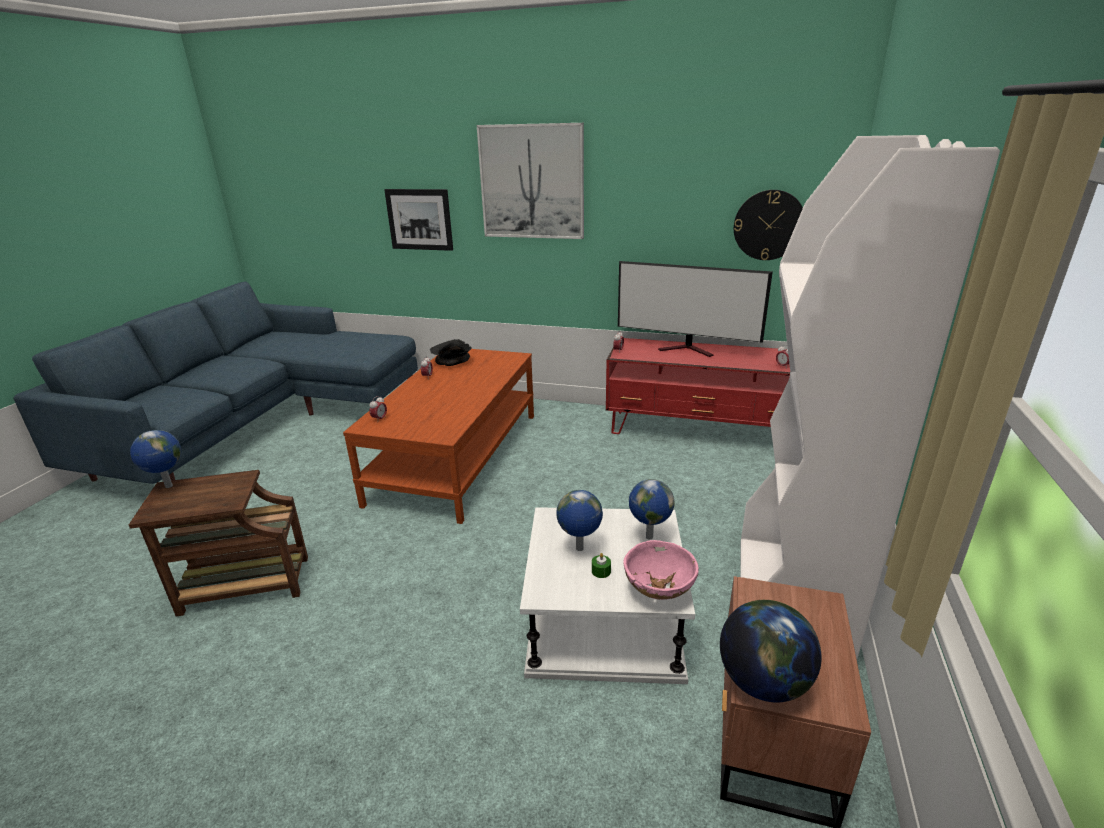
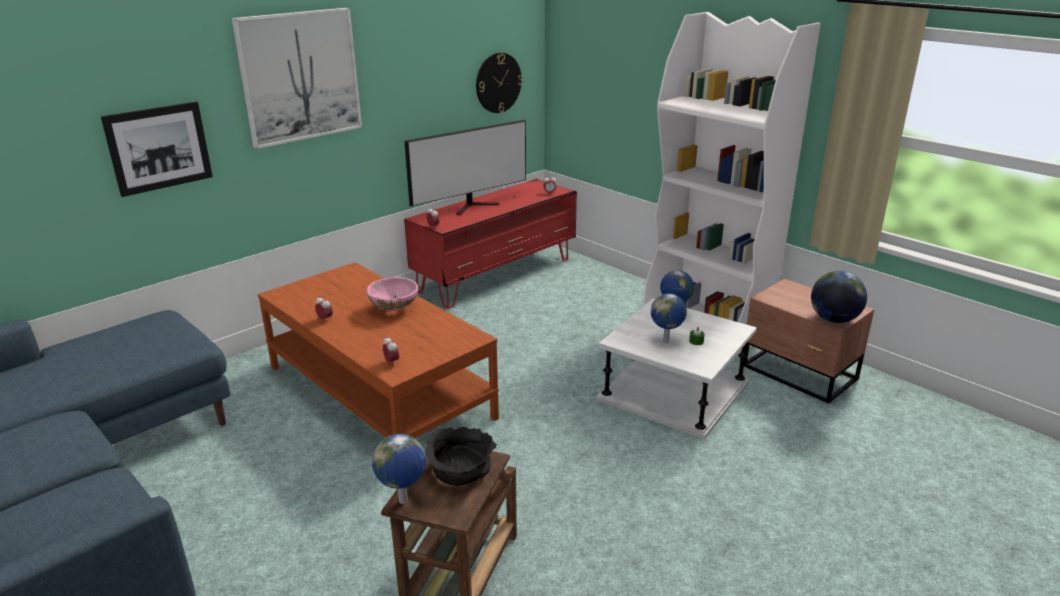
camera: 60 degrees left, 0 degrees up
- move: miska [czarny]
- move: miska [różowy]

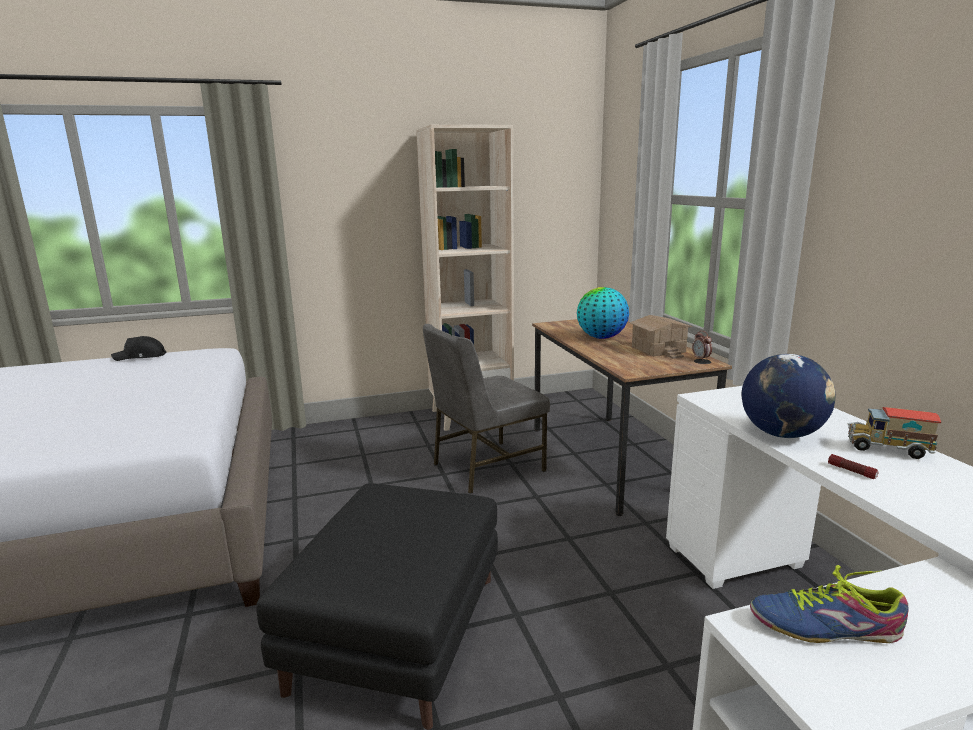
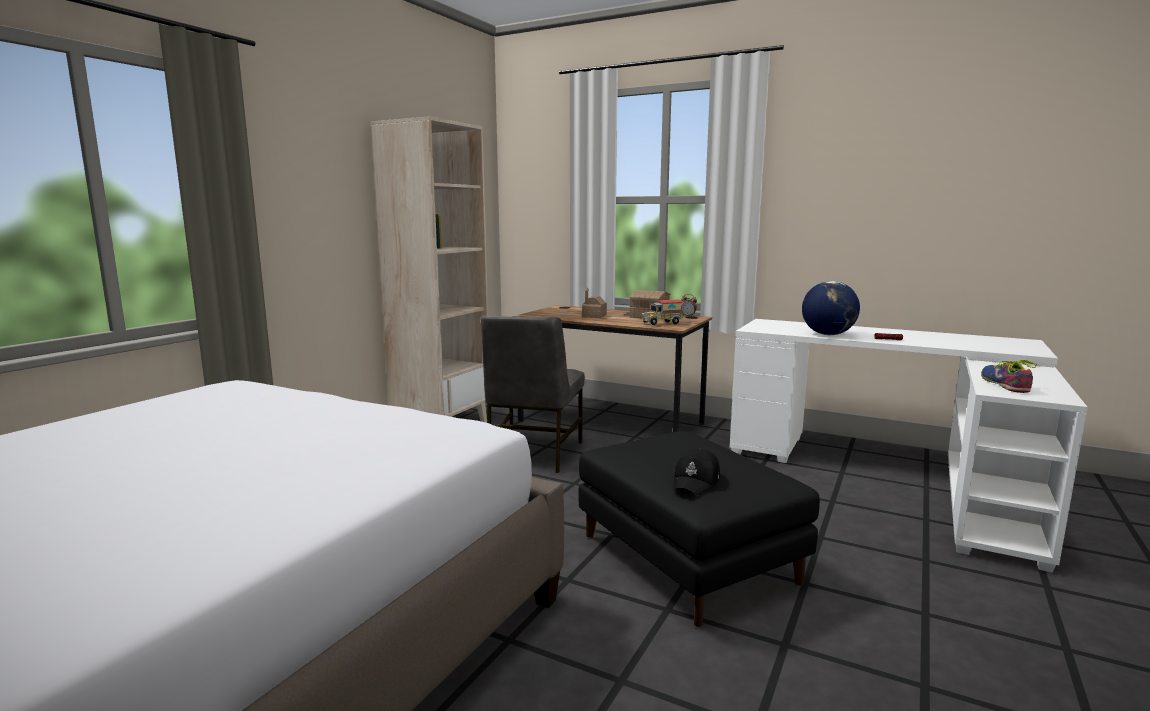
camera: 45 degrees left, 5 degrees down
- replace: globus (1st from left) to domek (1st from left)
- move: czapka z daszkiem [czarny]
- move: ciężarówka zabawkowa
- rotate: but 135 degrees clockwise

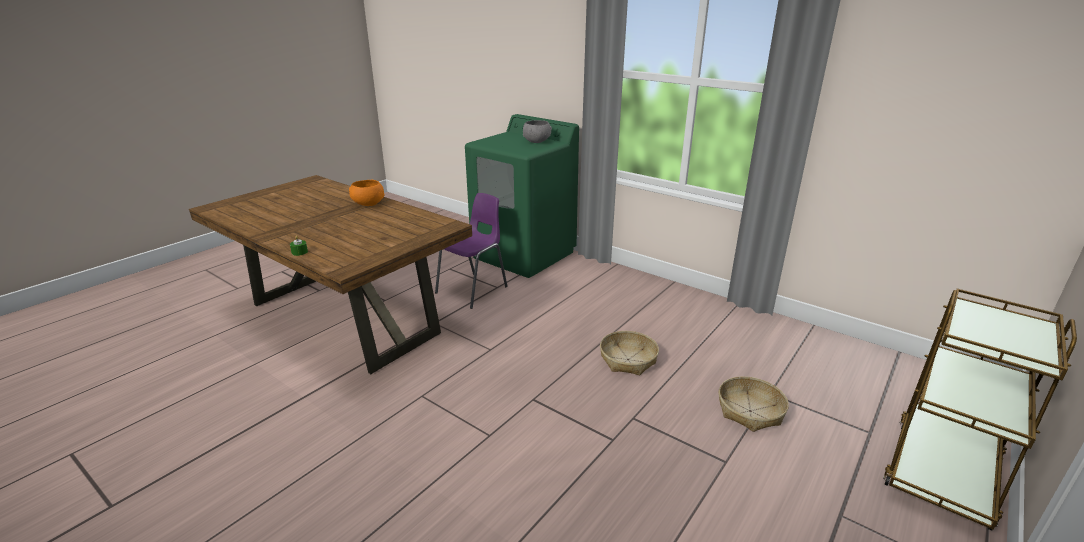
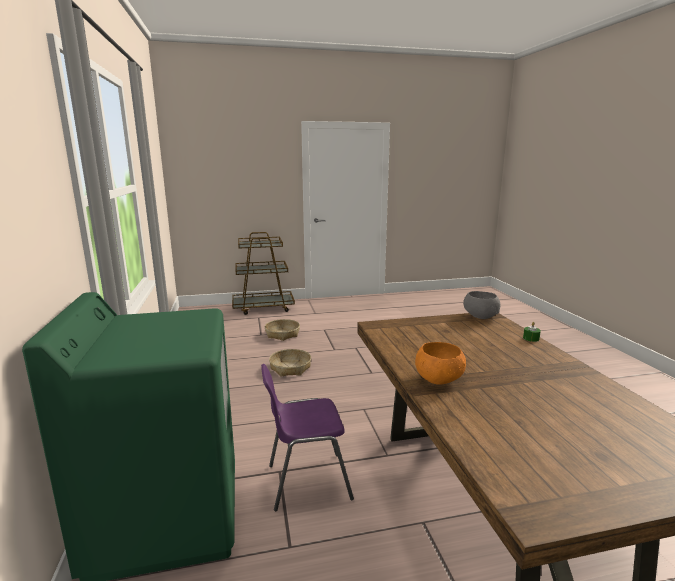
camera: 140 degrees left, 10 degrees down
- move: miska [szary]

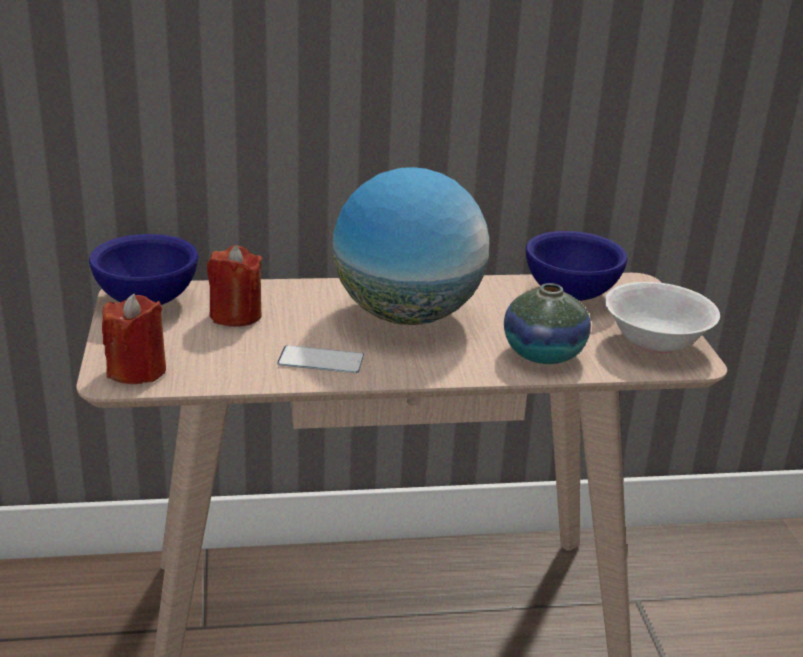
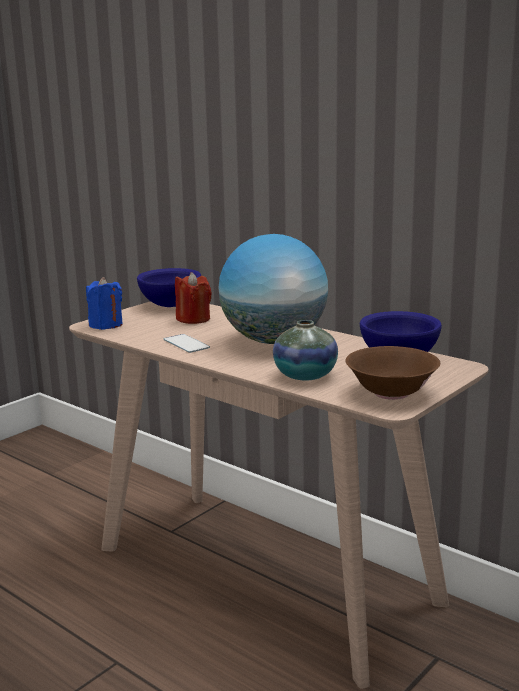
camera: 50 degrees right, 10 degrees down
- recolor: miska [biały] to miska [brązowy]
- recolor: świeca [czerwony] (1st from left) to świeca [niebieski]

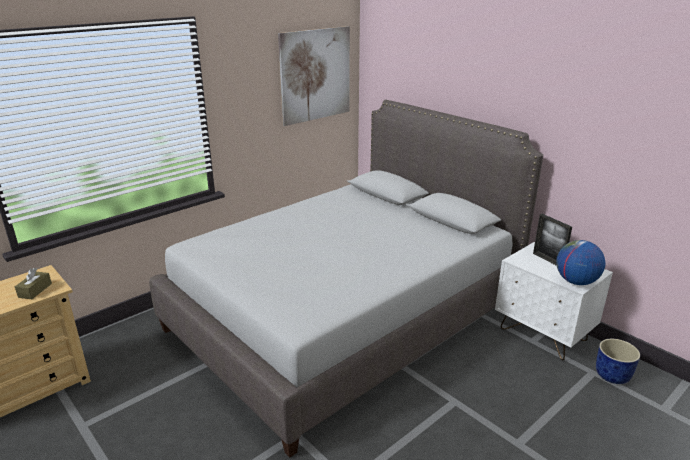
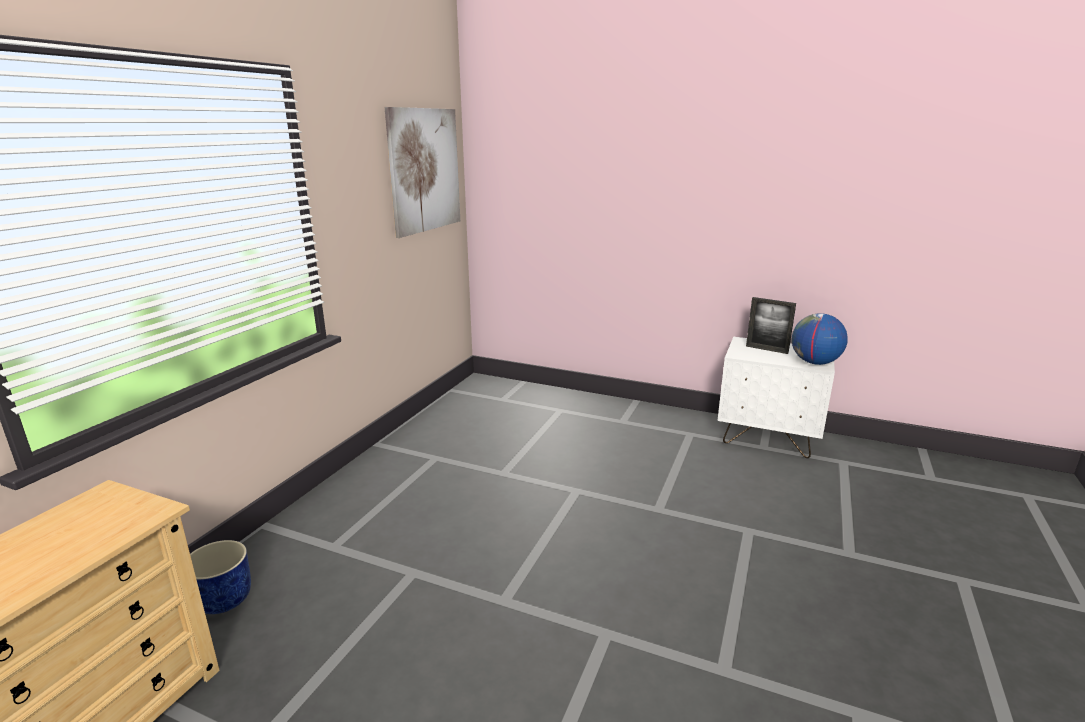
camera: 25 degrees left, 5 degrees down
- delete: łóżko [szary]
- delete: pudełko chusteczek [brązowy]
- move: donica [niebieski]

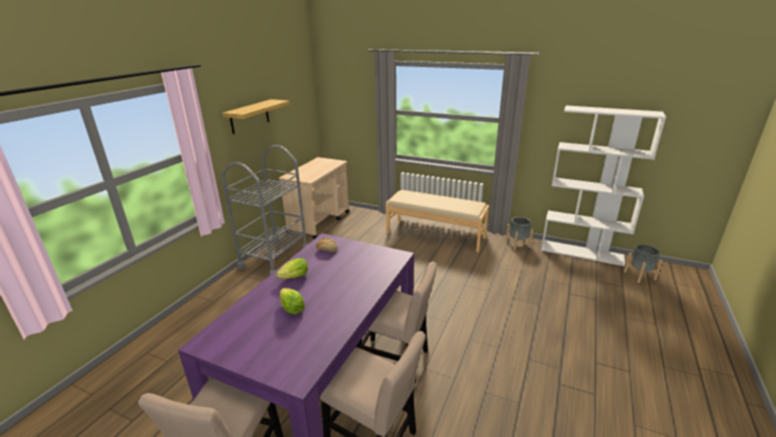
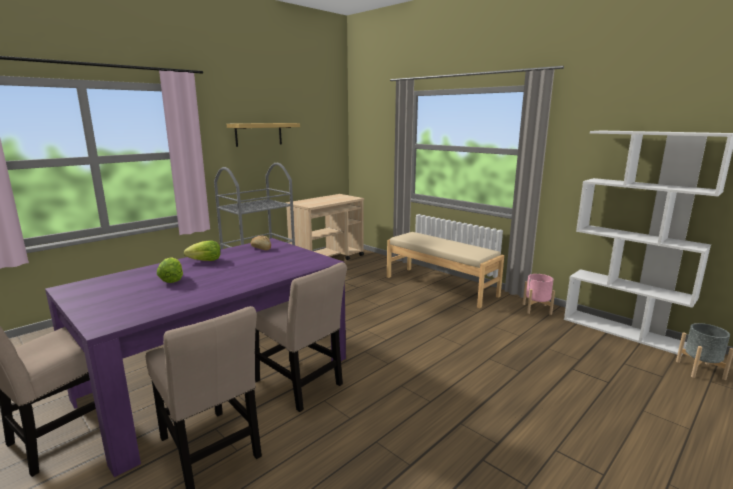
camera: 20 degrees right, 10 degrees down
- recolor: donica [szary] (1st from left) to donica [różowy]

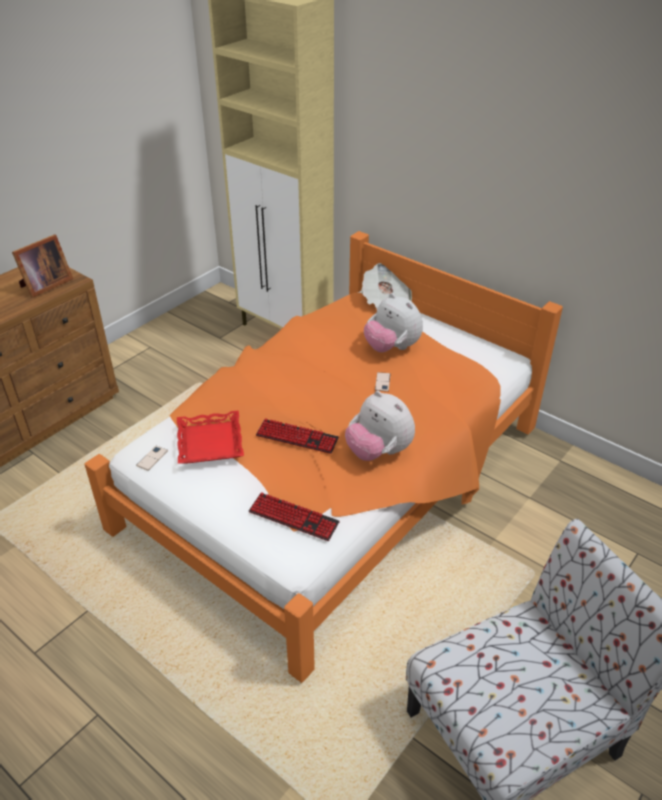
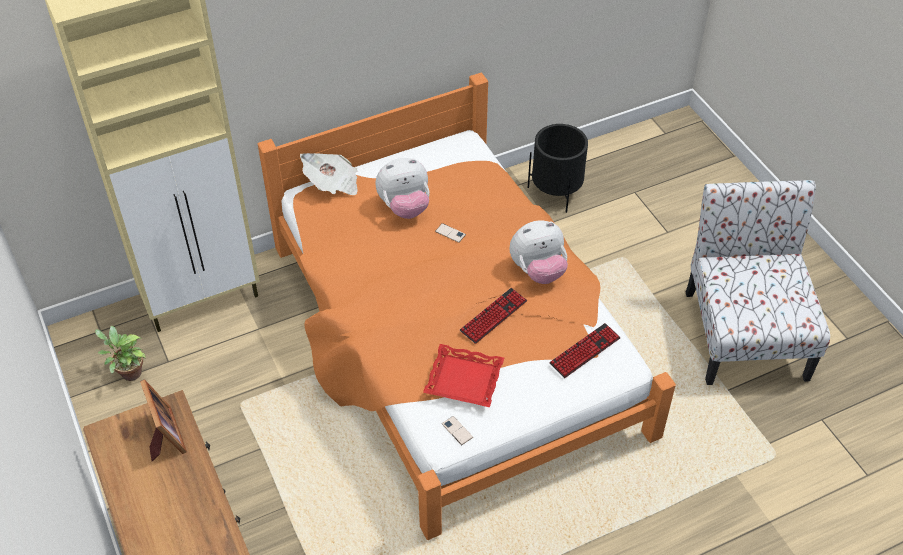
camera: 65 degrees left, 10 degrees up
- insert: donica [czarny]
- insert: roślina doniczkowa

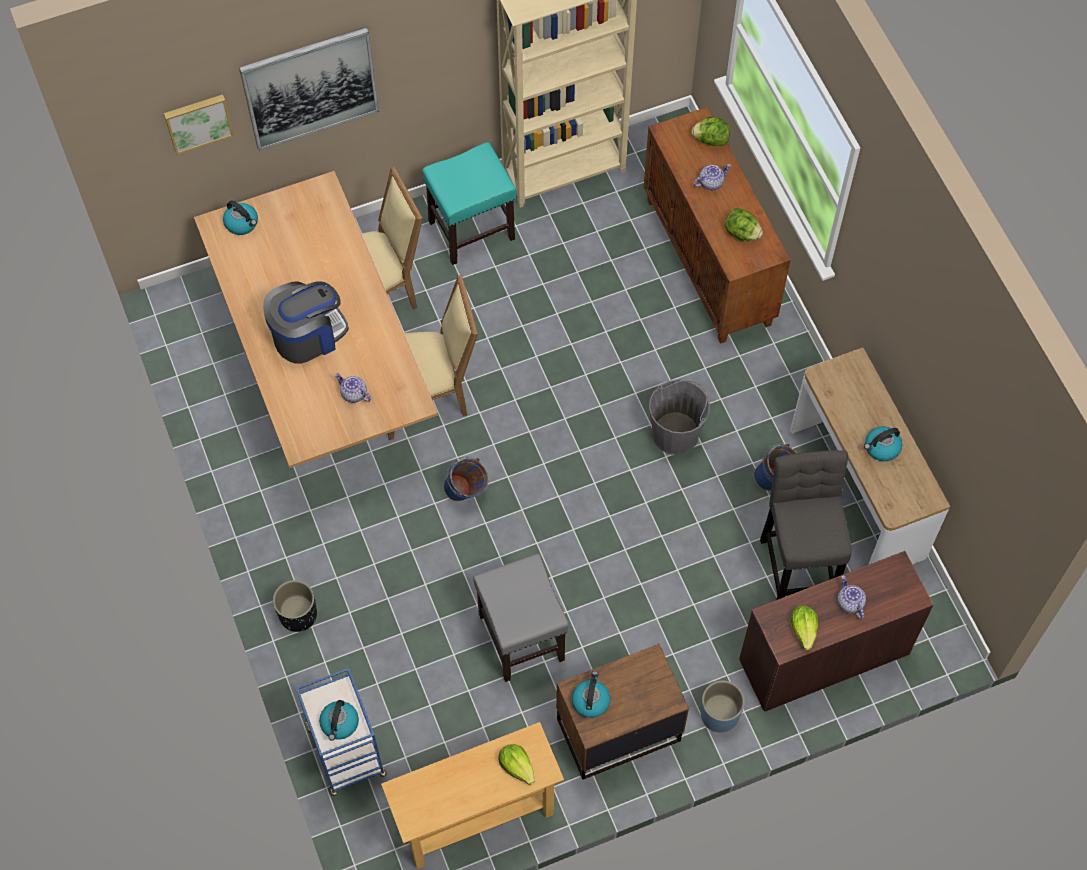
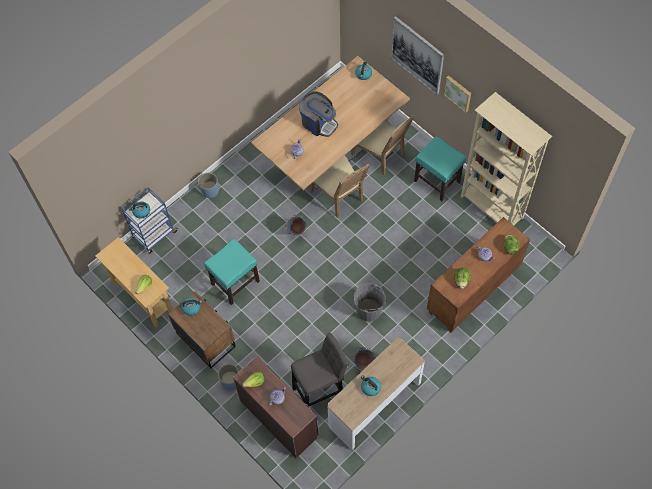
camera: 70 degrees right, 0 degrees up
- move: obraz (1st from left in the first image) to obraz (2nd from left)
- recolor: stołek [szary] (1st from left) to stołek [turkusowy] (1st from left)
- recolor: donica [czarny] to donica [niebieski] (1st from left)

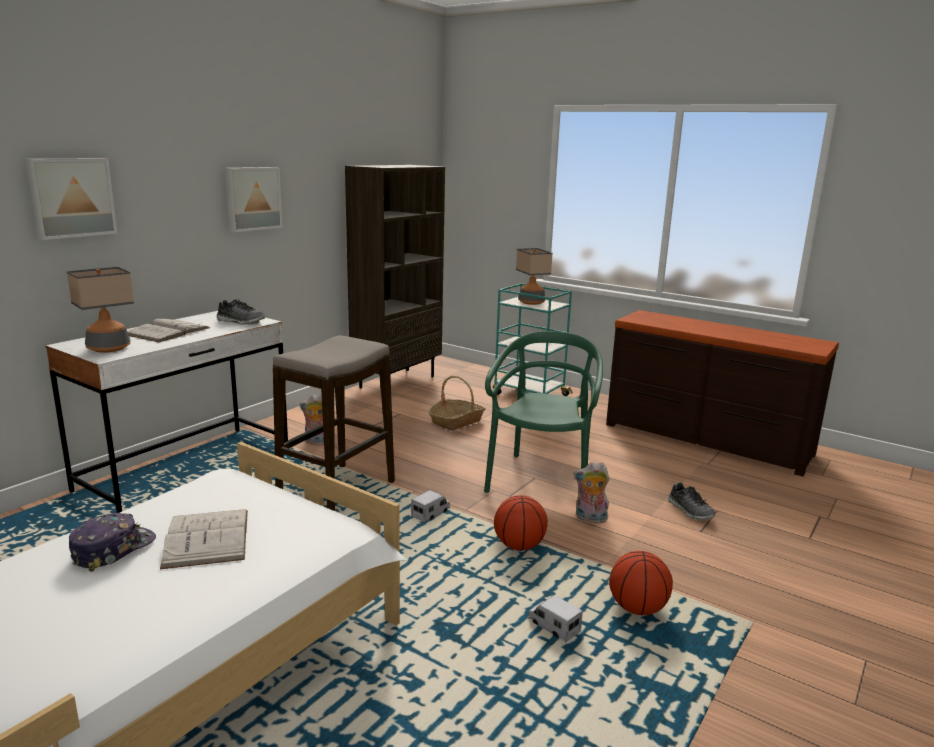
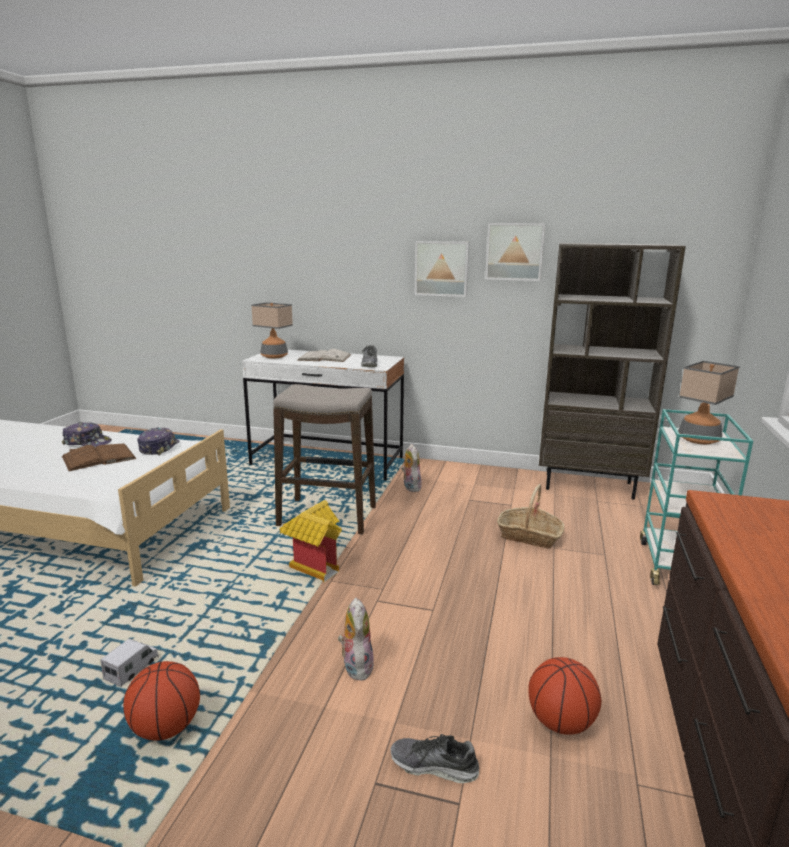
camera: 70 degrees right, 0 degrees up
- move: obraz (1st from left in the first image) to obraz (2nd from left)
- delete: krzesło [zielony]
- rotate: but (2nd from left) 60 degrees clockwise
- replace: ciężarówka zabawkowa (1st from left) to domek
- move: piłka do koszykówki (1st from left in the first image) to piłka do koszykówki (2nd from left)
- recolor: książka [biały] (2nd from left) to książka [brązowy]
- insert: czapka z daszkiem (2nd from left)

